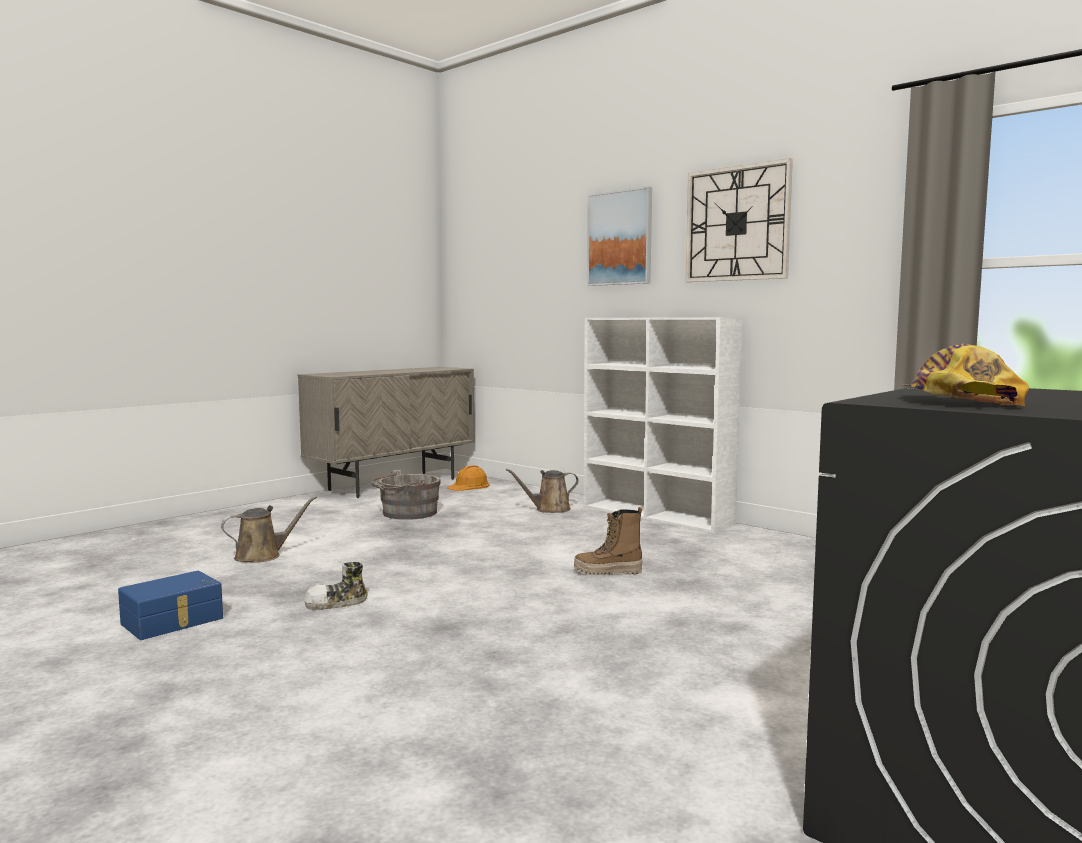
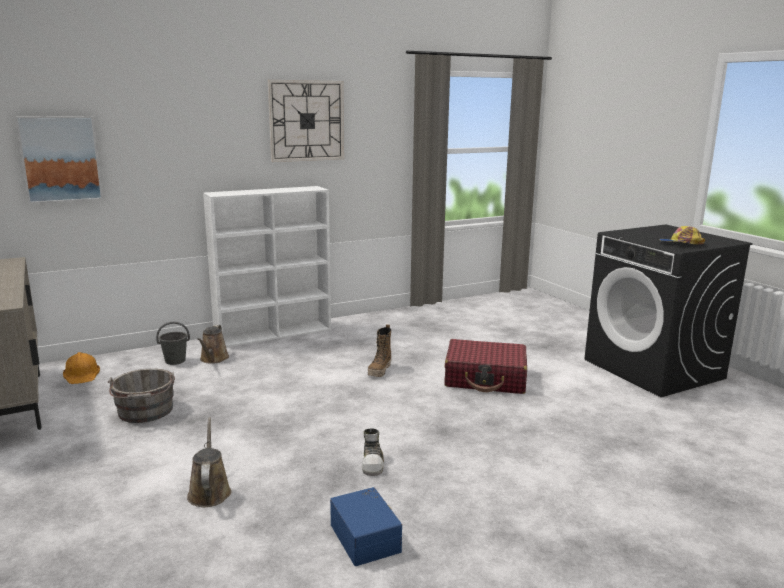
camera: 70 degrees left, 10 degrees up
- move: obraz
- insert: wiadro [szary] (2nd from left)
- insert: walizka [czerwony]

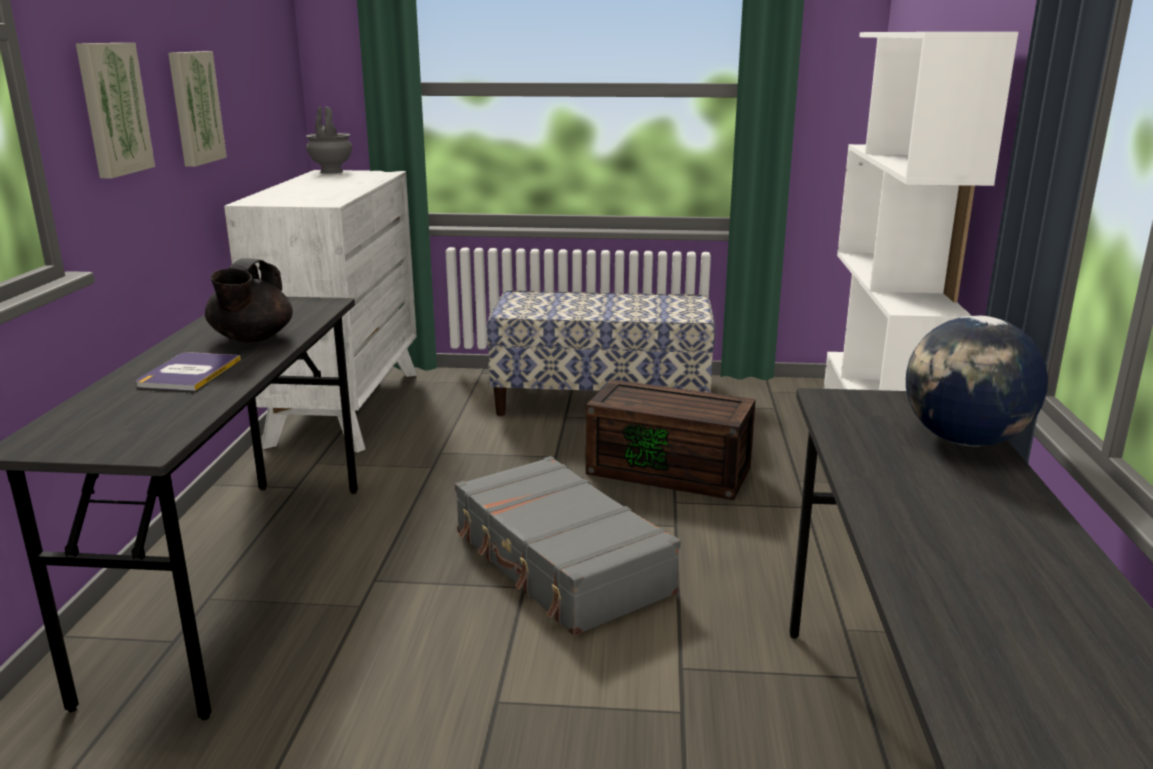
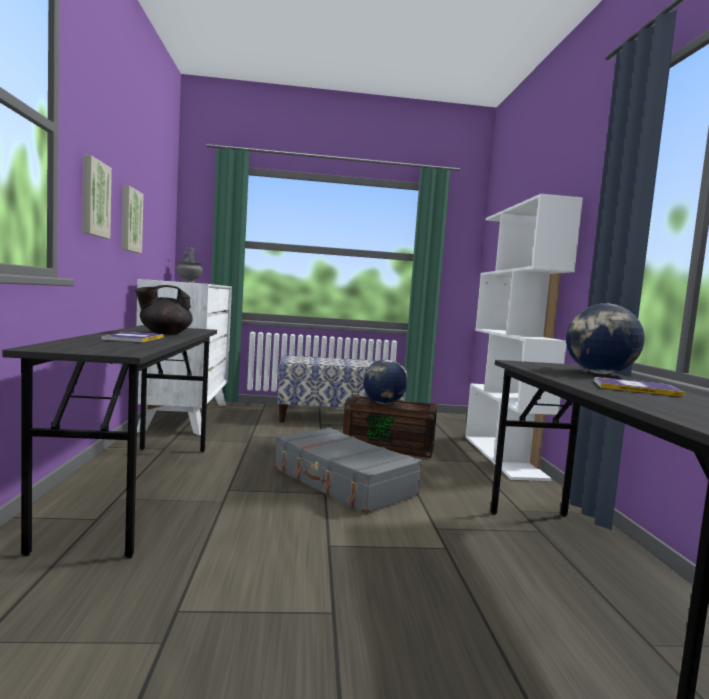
camera: 10 degrees left, 15 degrees down
- rotate: imbryk [czarny] 60 degrees clockwise
- insert: globus (1st from left)
- insert: książka (2nd from left)

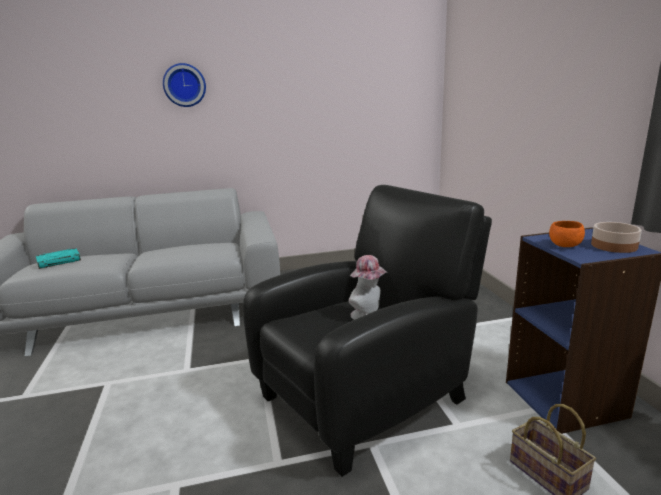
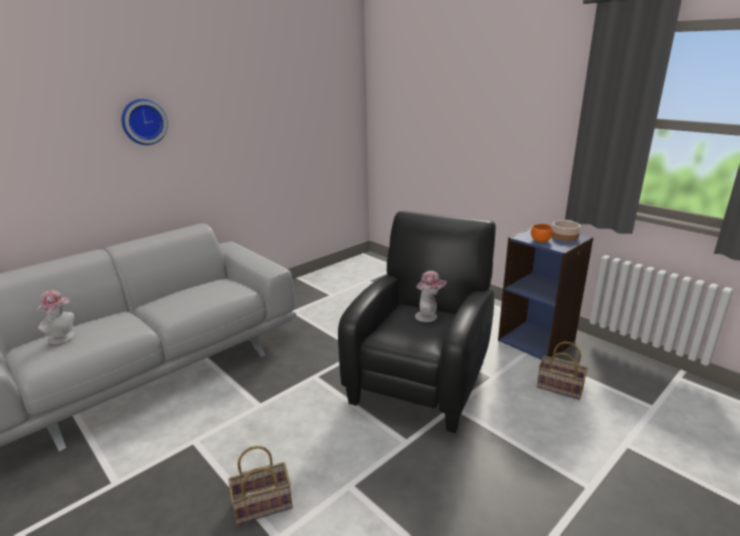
camera: 30 degrees left, 5 degrees up
- replace: książka [turkusowy] to kapelusz (1st from left)
- insert: koszyk (1st from left)

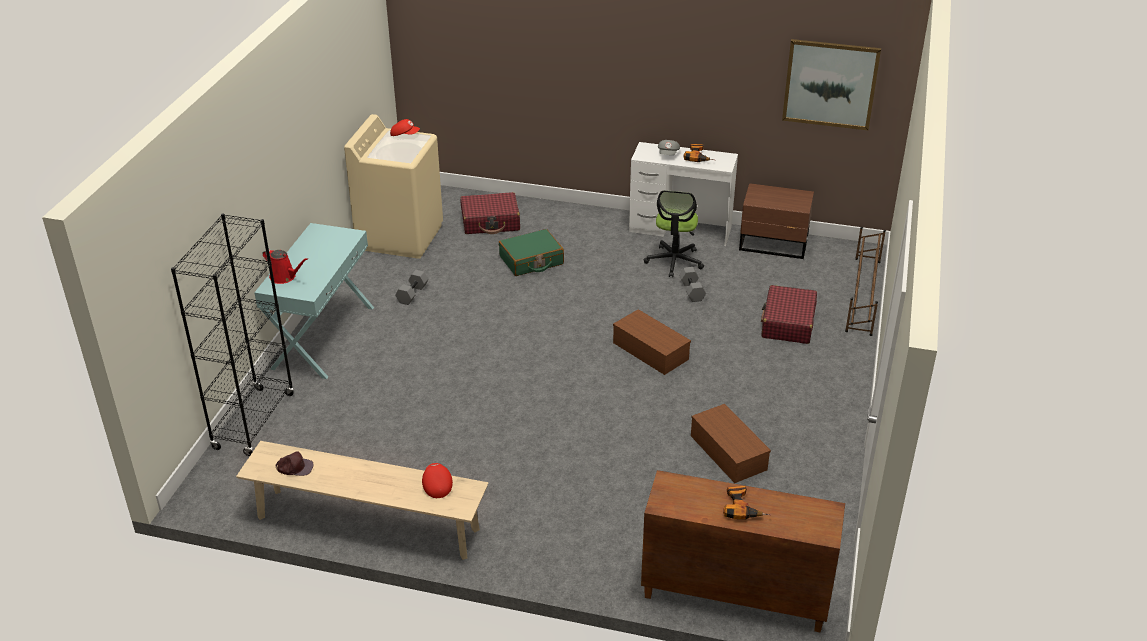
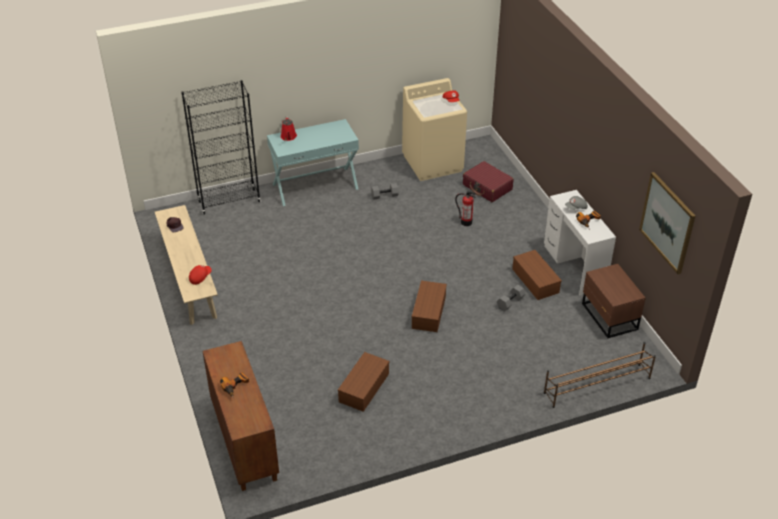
camera: 55 degrees right, 5 degrees up
- replace: krzesło biurowe to pojemnik do przechowywania [brązowy] (3rd from left)
- replace: walizka [zielony] to gaśnica
- delete: walizka [czerwony] (2nd from left)

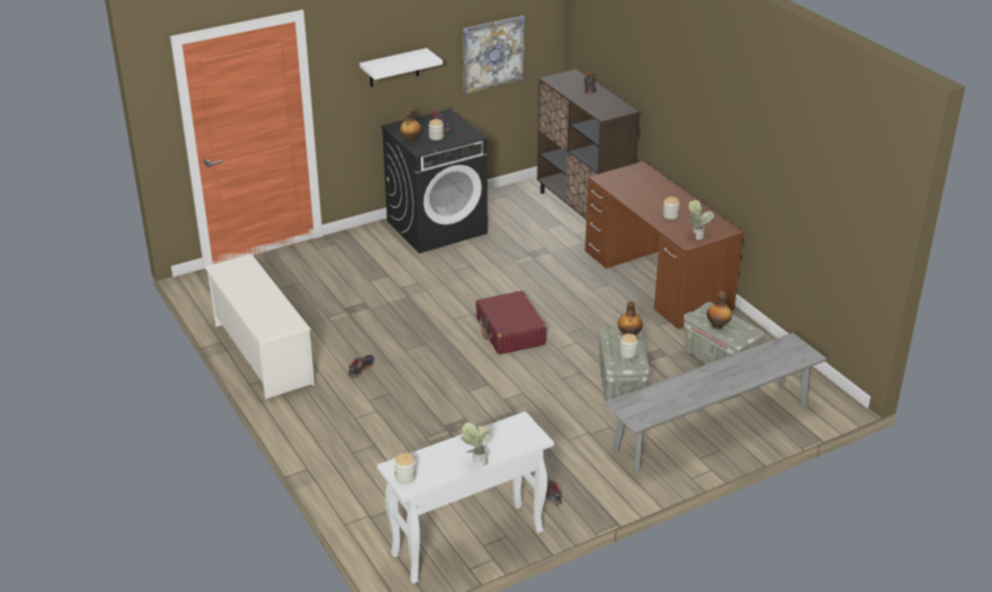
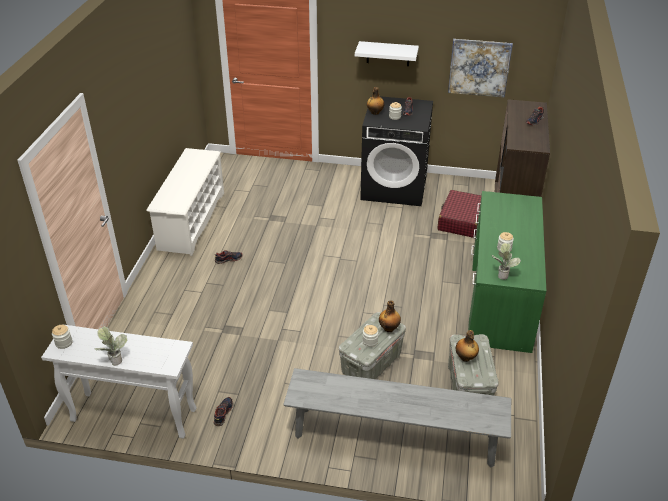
camera: 40 degrees right, 5 degrees up
- recolor: biurko [brązowy] to biurko [zielony]
- move: walizka [czerwony]

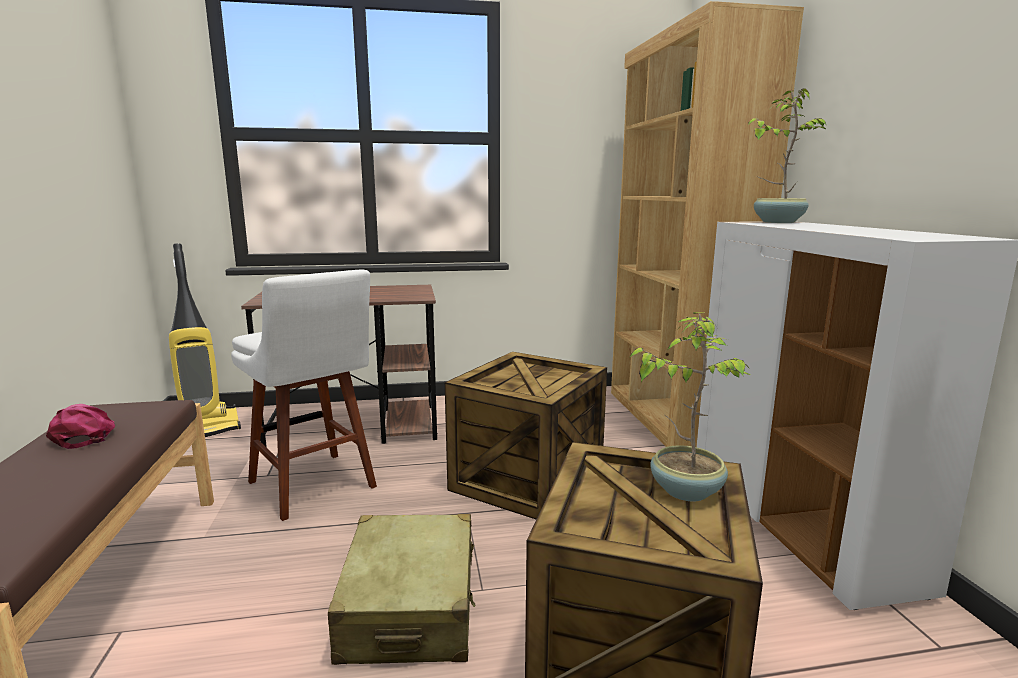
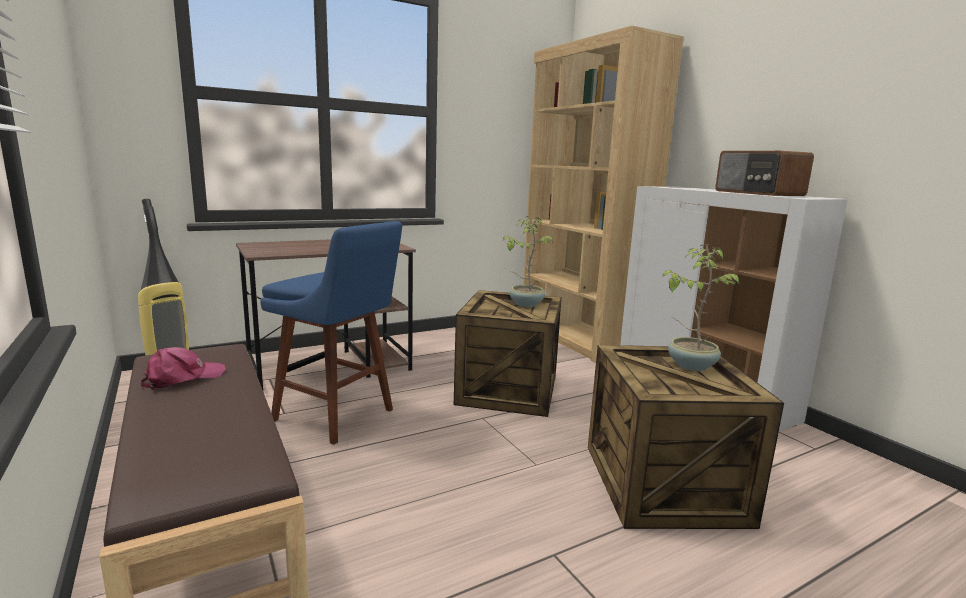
camera: 20 degrees left, 0 degrees up
- move: roślina doniczkowa (2nd from left in the first image) to roślina doniczkowa (1st from left)
- recolor: stołek [biały] to stołek [niebieski]
- rotate: czapka z daszkiem [różowy] 90 degrees clockwise
- delete: walizka [beżowy]
- insert: radio

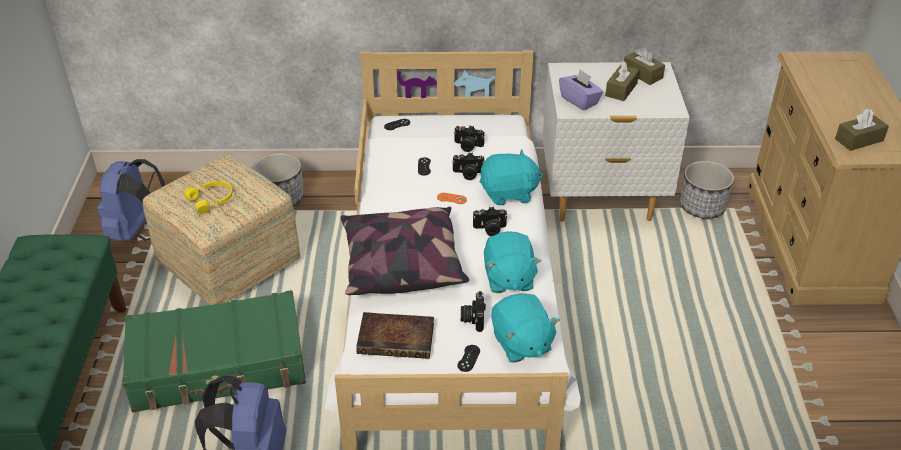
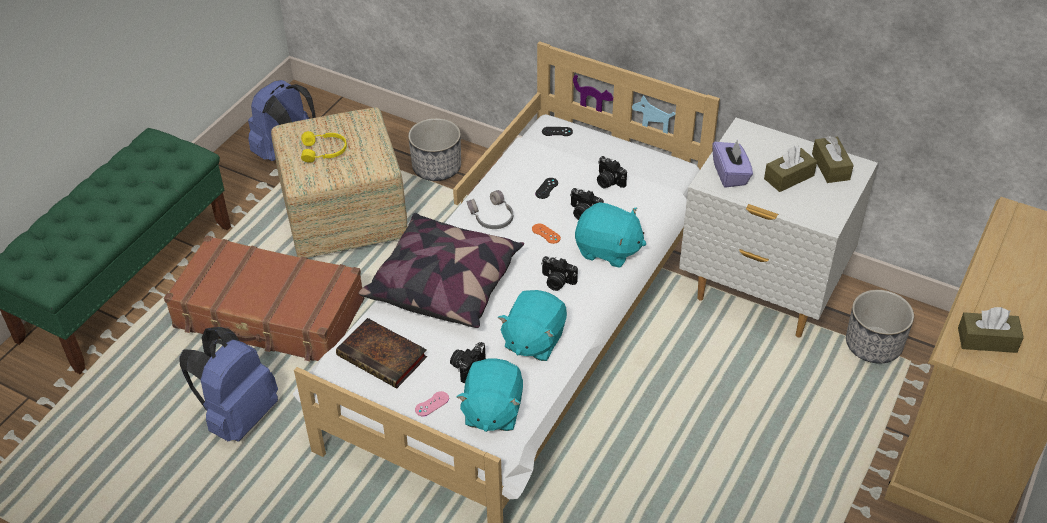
camera: 30 degrees right, 5 degrees up
- recolor: walizka [zielony] to walizka [brązowy]
- recolor: pad do gier [czarny] (3rd from left) to pad do gier [różowy]
- insert: słuchawki [szary]

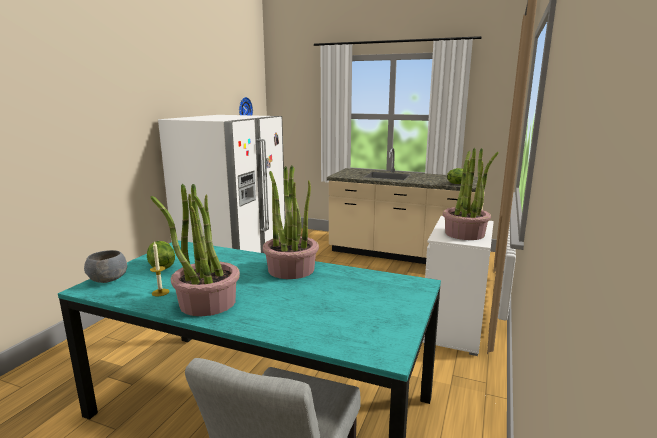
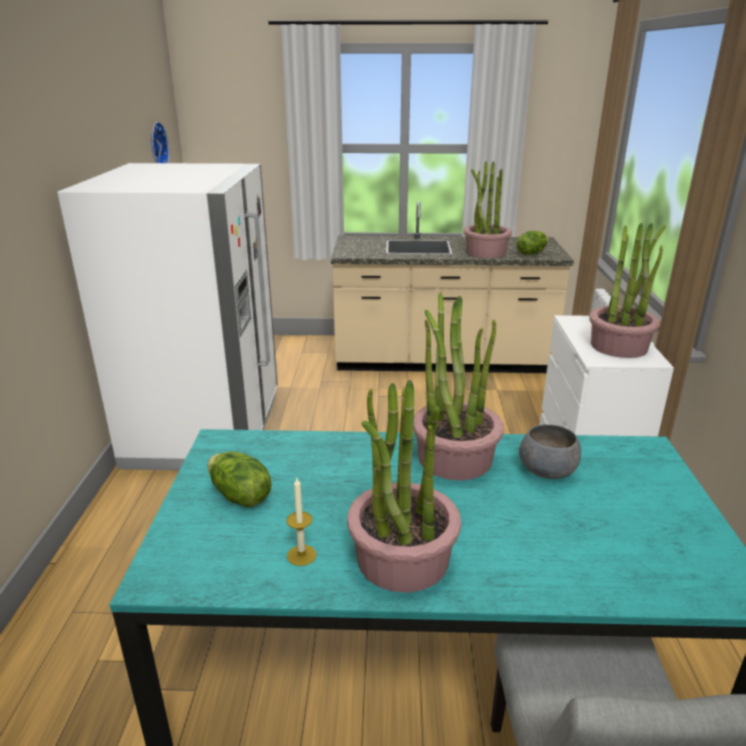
camera: 20 degrees left, 10 degrees up
- move: miska [szary]
- insert: roślina doniczkowa (3rd from left)

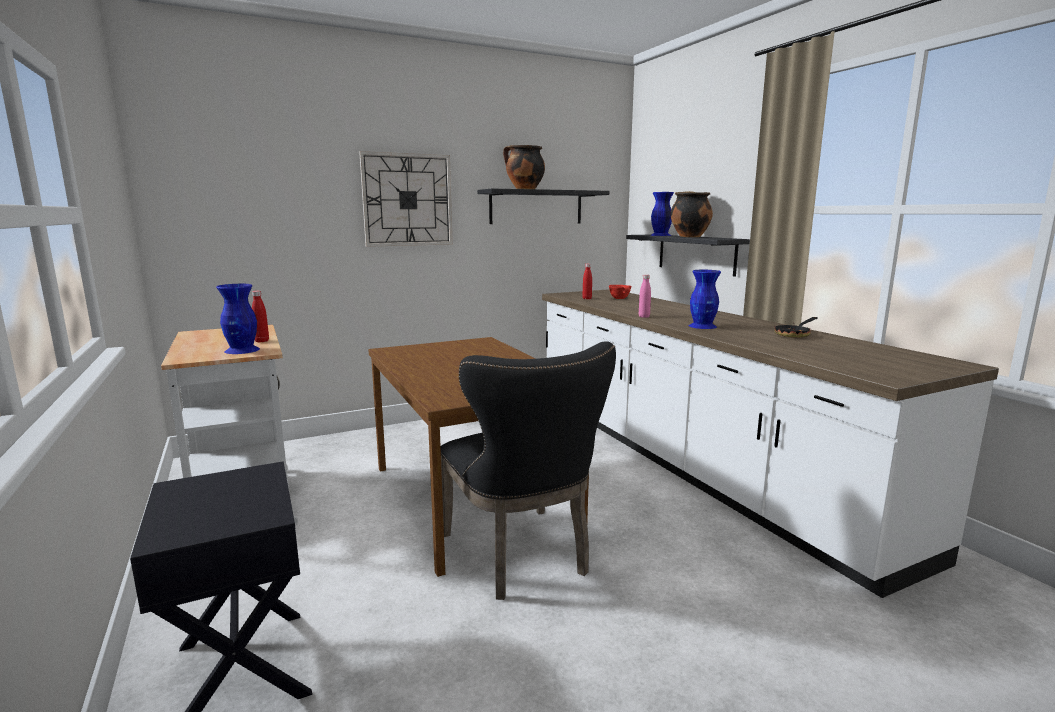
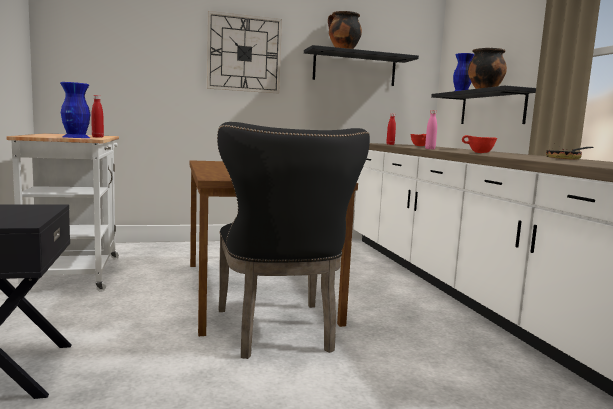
camera: 10 degrees right, 5 degrees down
- replace: wazon [niebieski] (3rd from left) to miska [czerwony] (2nd from left)

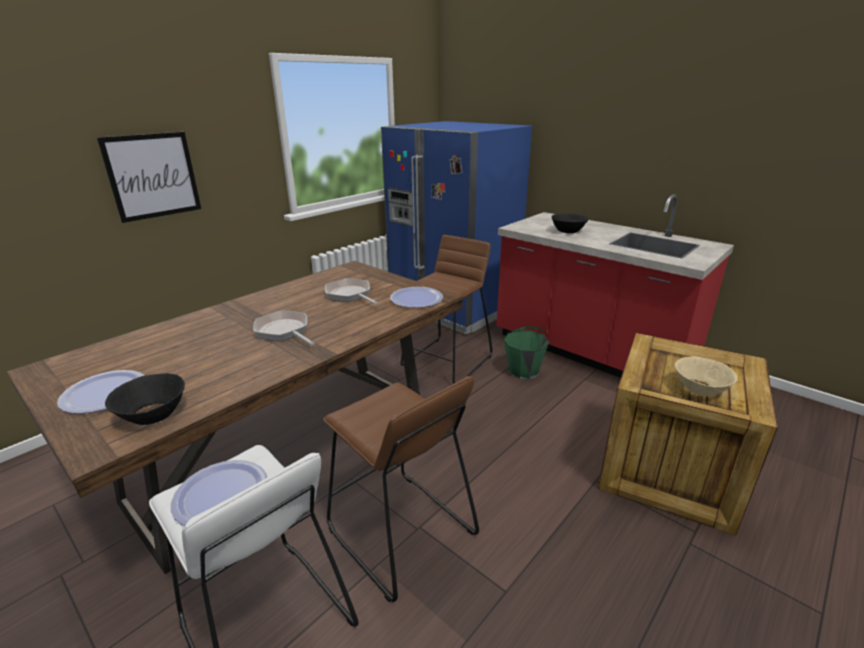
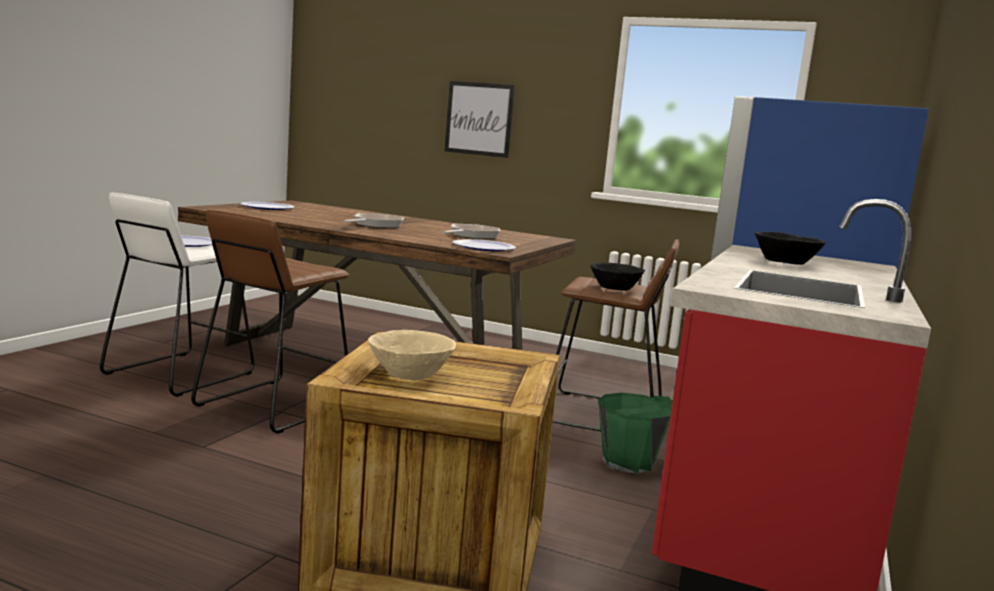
camera: 70 degrees right, 15 degrees down
- move: miska [czarny] (1st from left)

